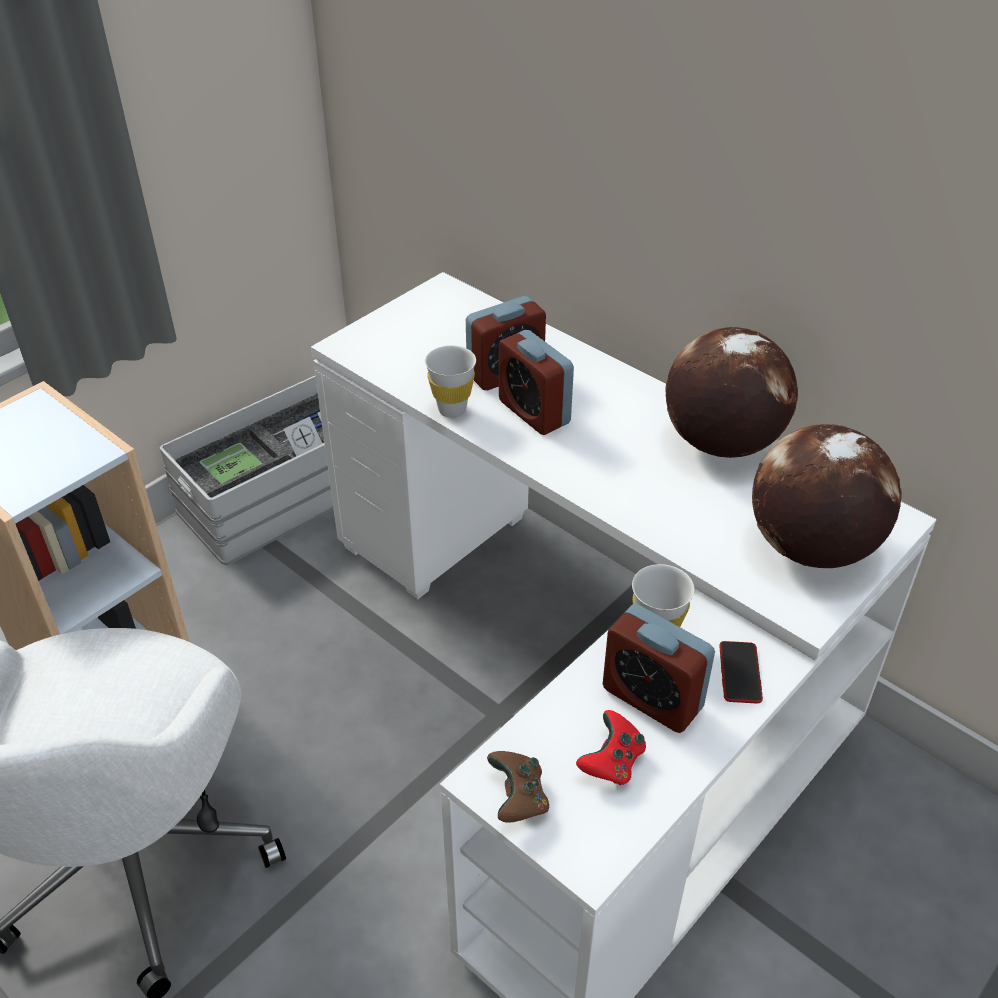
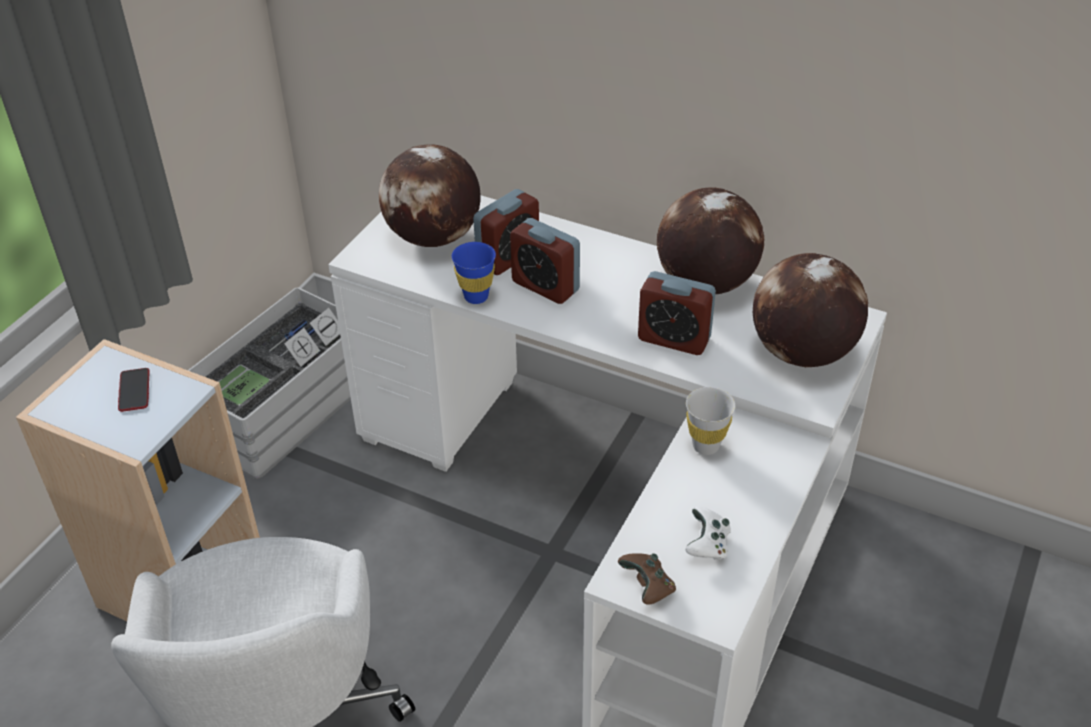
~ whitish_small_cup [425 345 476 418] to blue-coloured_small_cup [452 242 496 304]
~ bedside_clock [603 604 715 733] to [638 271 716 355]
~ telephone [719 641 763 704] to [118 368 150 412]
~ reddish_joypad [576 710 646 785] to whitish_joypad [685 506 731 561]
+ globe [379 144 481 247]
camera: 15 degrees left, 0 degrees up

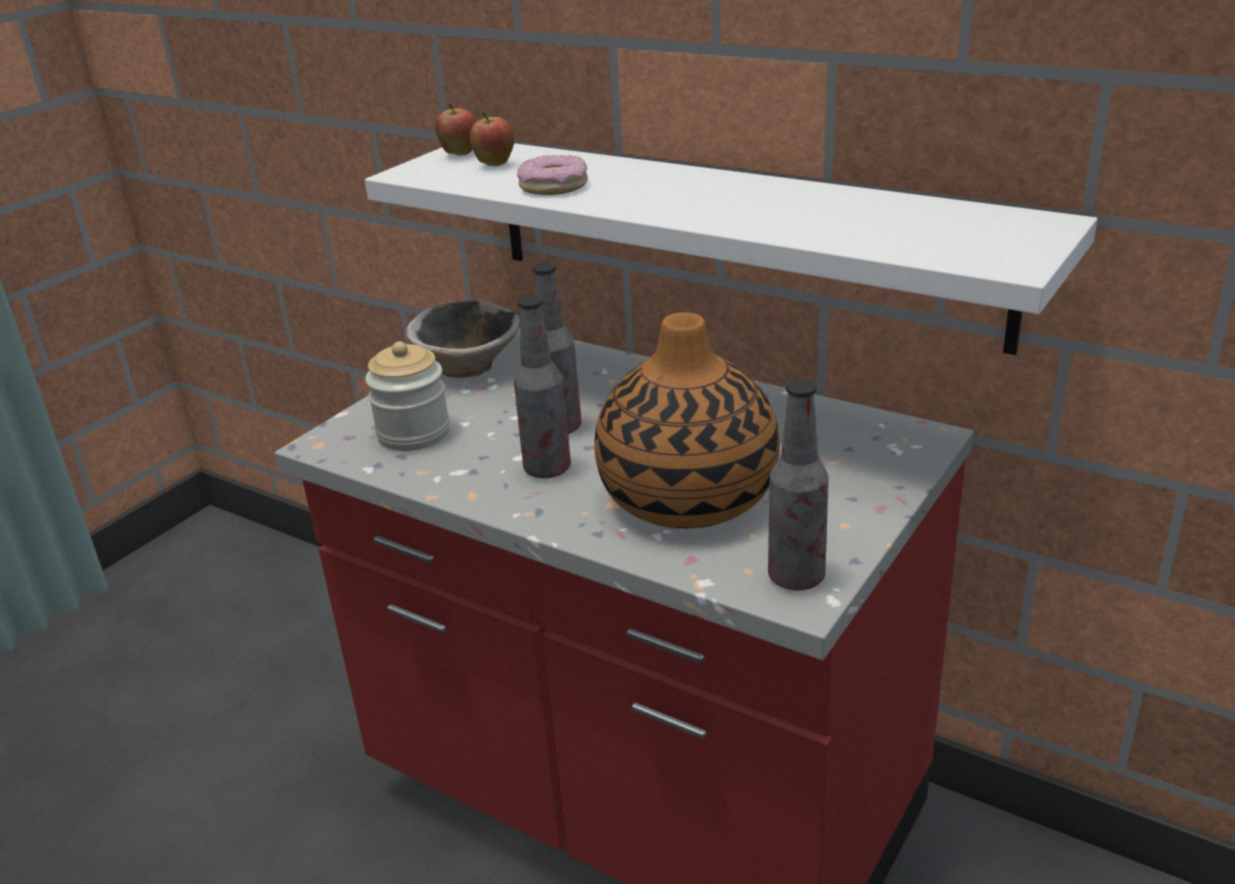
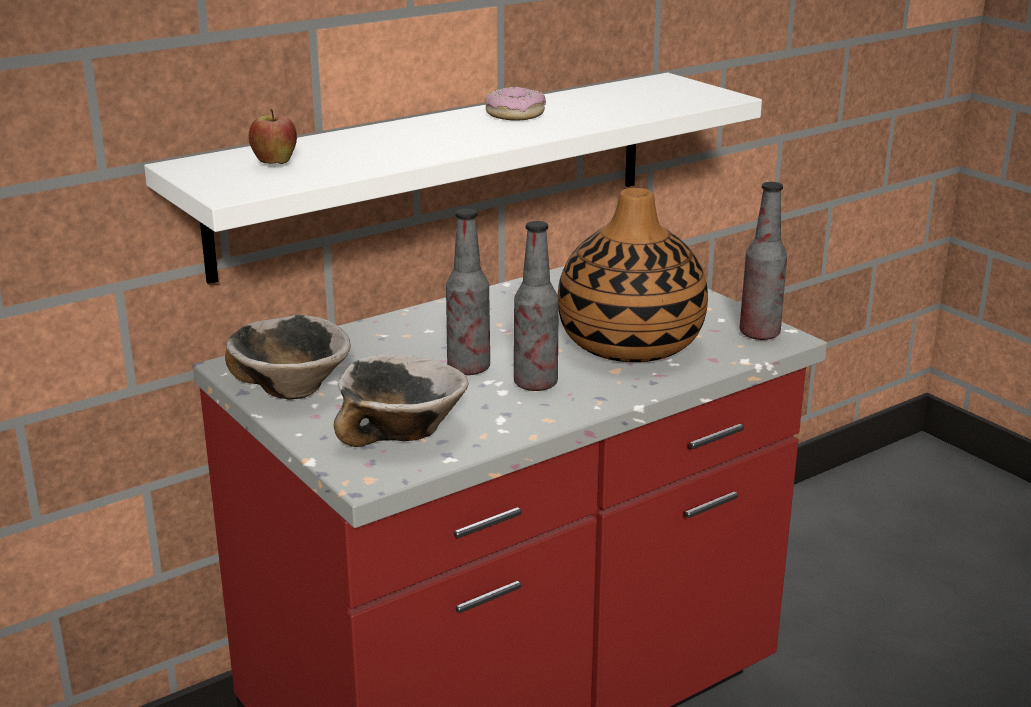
- apple_fruit [435 103 477 156]
~ donut [517 155 588 195] to [485 87 546 121]
~ storage_jar [365 341 450 451] to bowl [334 355 469 447]
camera: 70 degrees left, 5 degrees down

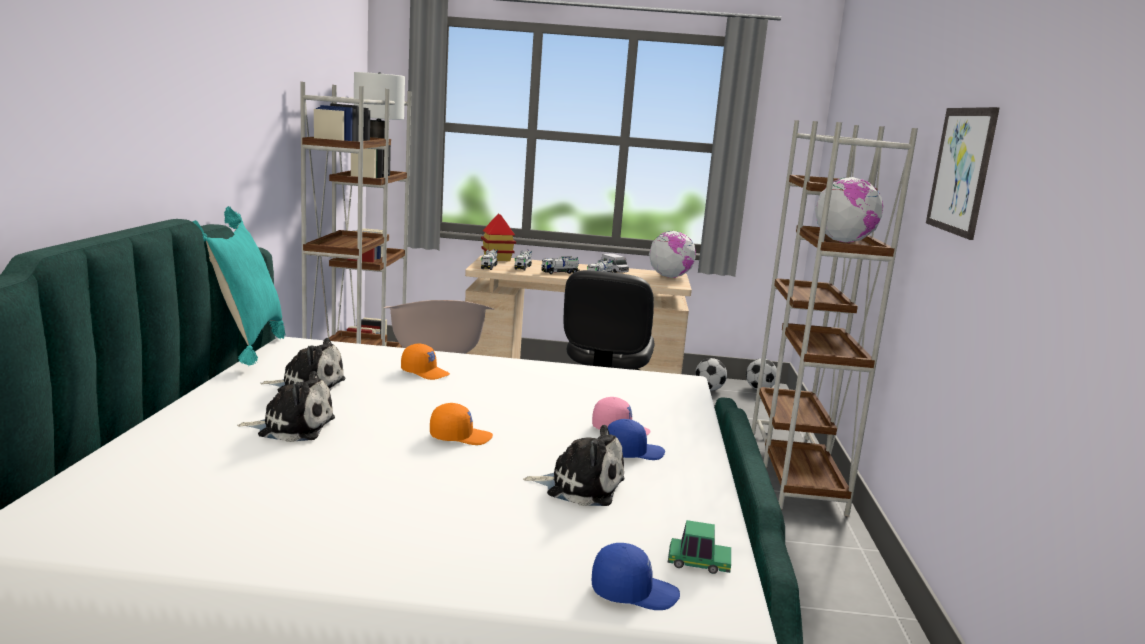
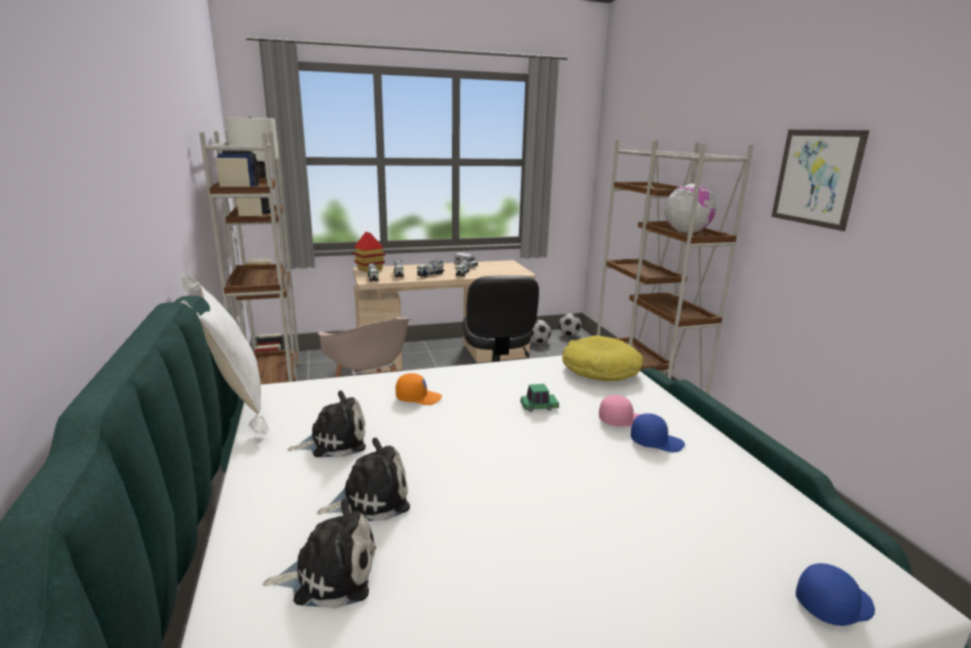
~ blue-green_cushion [193 206 286 366] to whitish_cushion [181 273 269 435]
- globe [649 231 696 278]
- orange_peaked_cap [430 403 493 445]
~ blue-coloured_peaked_cap [608 419 665 460] = [631 413 685 452] 45 degrees clockwise
~ cuddly_toy [523 425 625 506] to [262 498 376 609]
~ miniature_car [667 520 731 574] to [520 384 559 412]
+ yellow_cushion [562 335 643 381]
camera: 20 degrees left, 5 degrees up

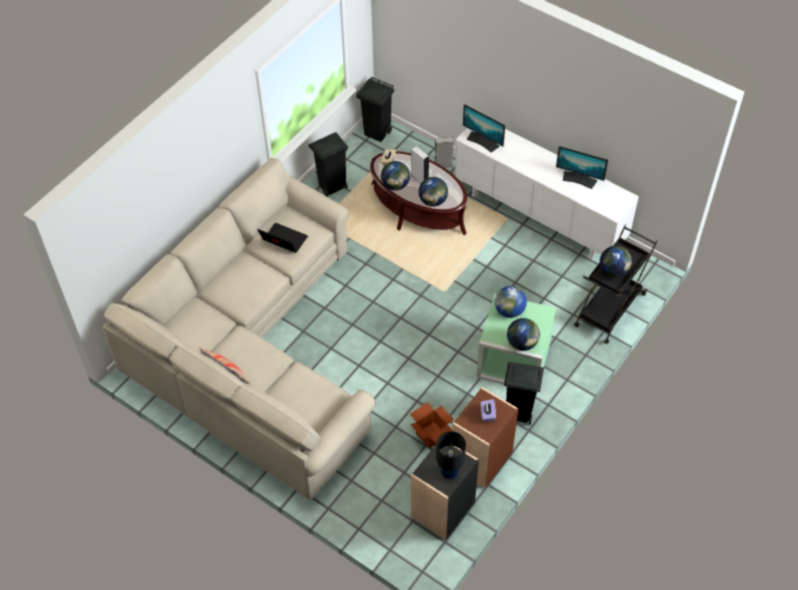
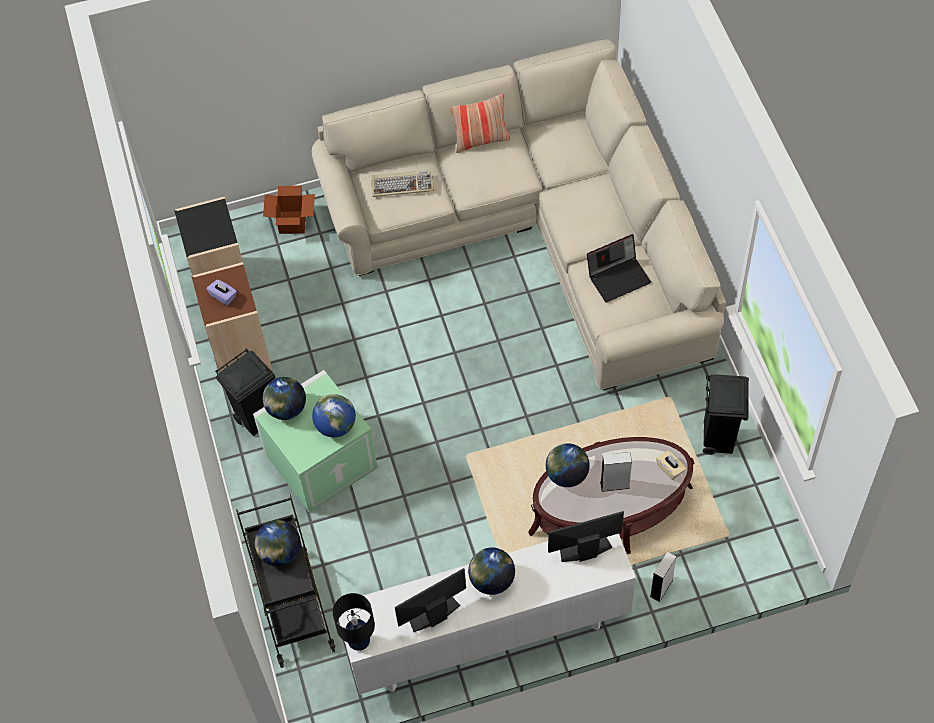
- blackish_waste_bin [356 77 394 142]
~ globe [381 161 410 190] to [468 548 515 595]
~ carton [410 402 454 449] to [263 185 315 234]
~ blackish_tabletop_lamp [436 431 466 479] to [333 593 375 651]
+ computer_keyboard [371 170 434 197]
camera: 130 degrees right, 5 degrees up

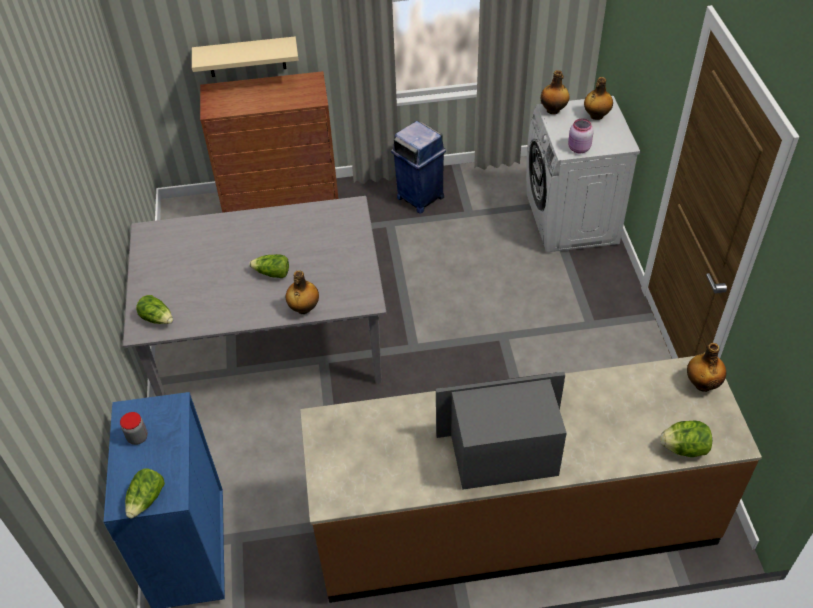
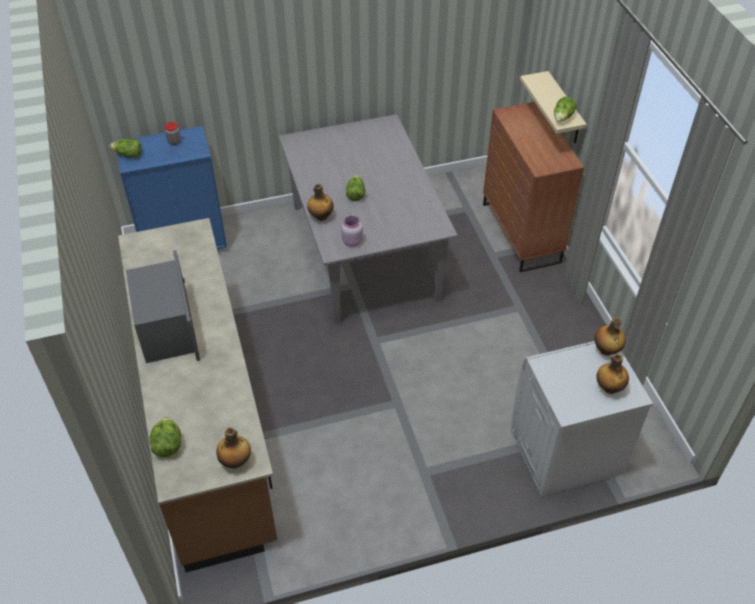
~ pinkish_storage_jar [568 119 594 153] to [341 216 363 246]
- blue-coloured_waste_bin [391 121 446 214]
~ head_of_lettuce [136 295 173 324] to [554 97 577 122]
camera: 80 degrees right, 0 degrees up

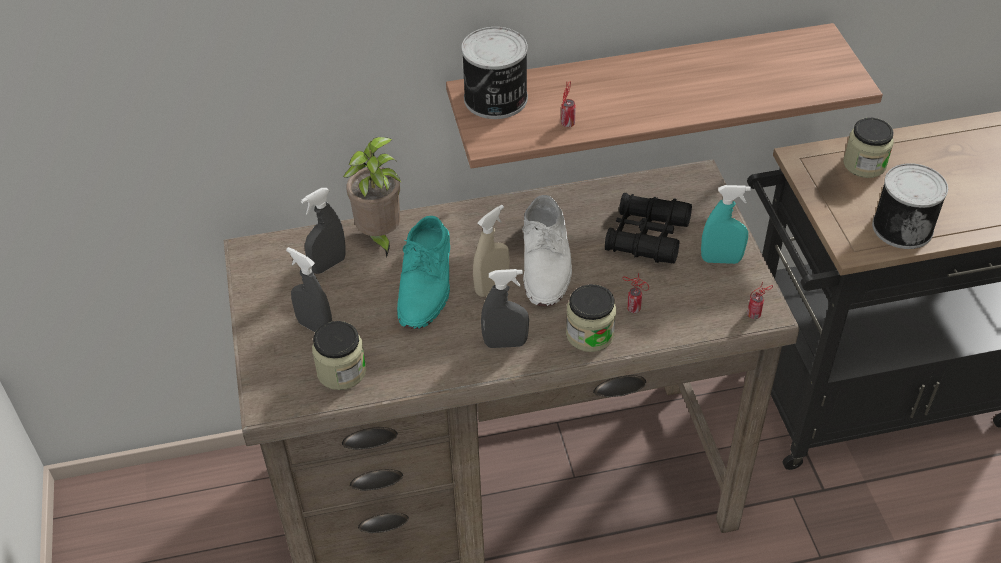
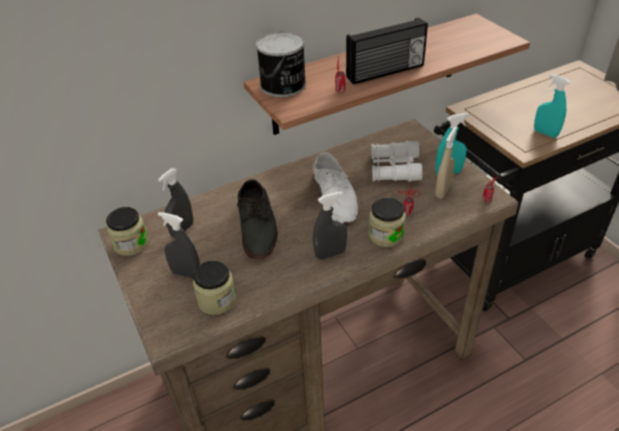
~ storage_jar [843 118 894 178] to [106 207 149 256]
- plant_in_a_pot [343 137 401 258]
~ can [872 163 948 249] to blue-green_sprayer [534 74 570 138]
~ blackish_binoculars [605 193 692 263] to whitish_binoculars [371 141 422 182]
~ beige-coloured_sprayer [473 205 510 297] to [435 126 457 198]
~ blue-green_shoe [397 216 450 329] to greyish_shoe [237 179 278 259]
+ radio [346 17 428 85]
camera: 15 degrees left, 5 degrees down

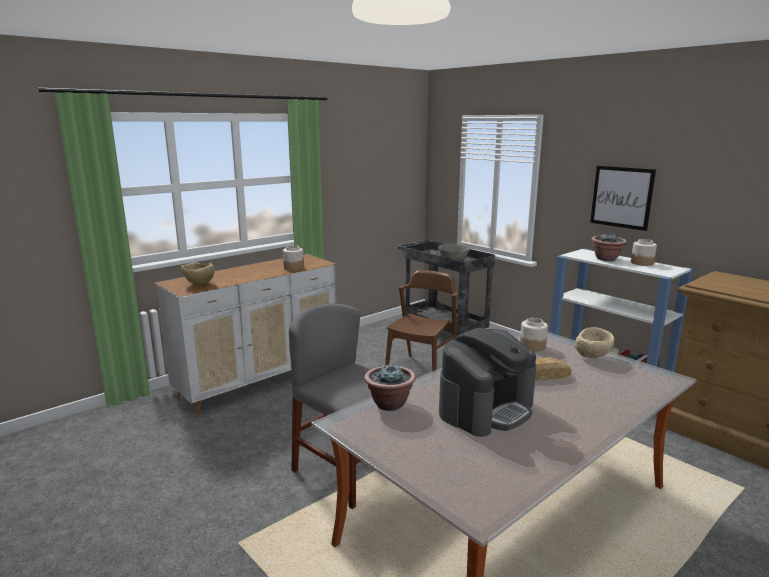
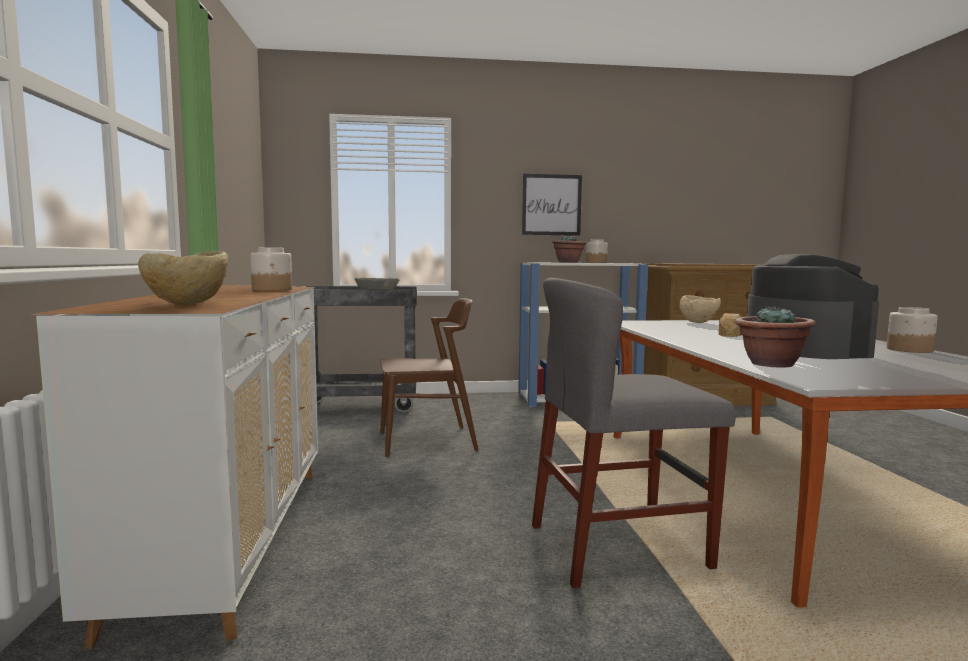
~ brown-coloured_plain_chair [385 270 458 371] = [380 298 478 457] 105 degrees clockwise
~ storage_jar [520 318 548 351] to [887 307 938 353]
camera: 55 degrees left, 10 degrees down

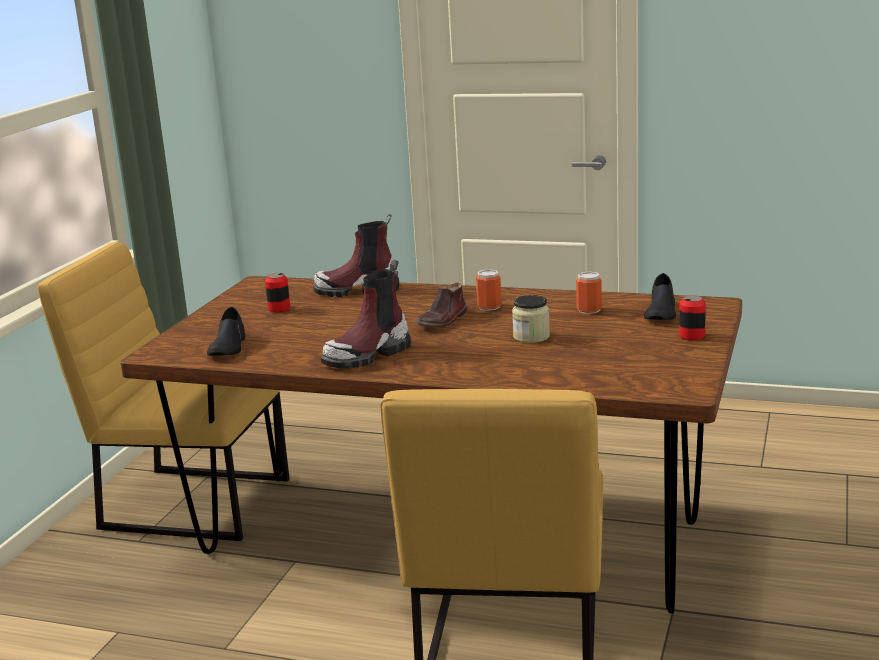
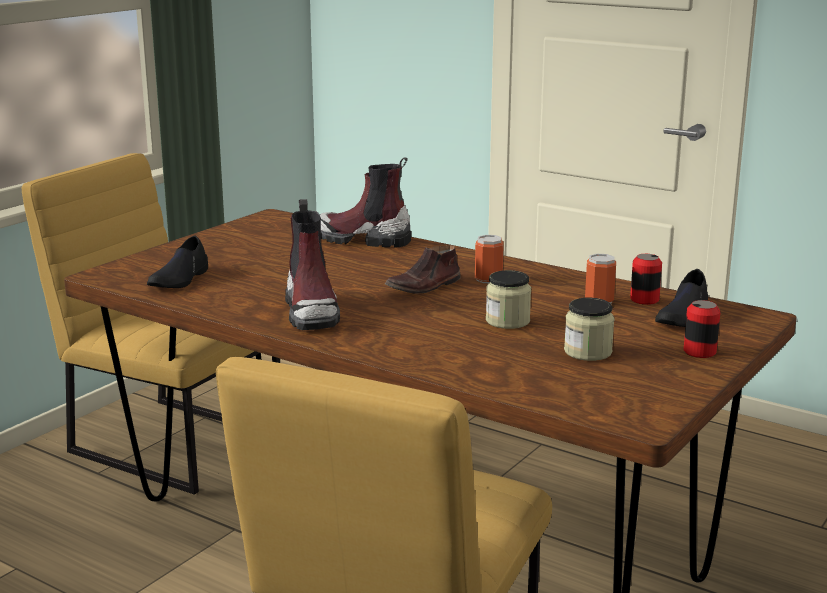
~ high-top_boot [321 260 411 368] = [285 199 340 330] 75 degrees counterclockwise
~ can [265 273 290 313] to [630 254 662 305]
+ storage_jar [564 298 615 361]
camera: 15 degrees right, 0 degrees up

